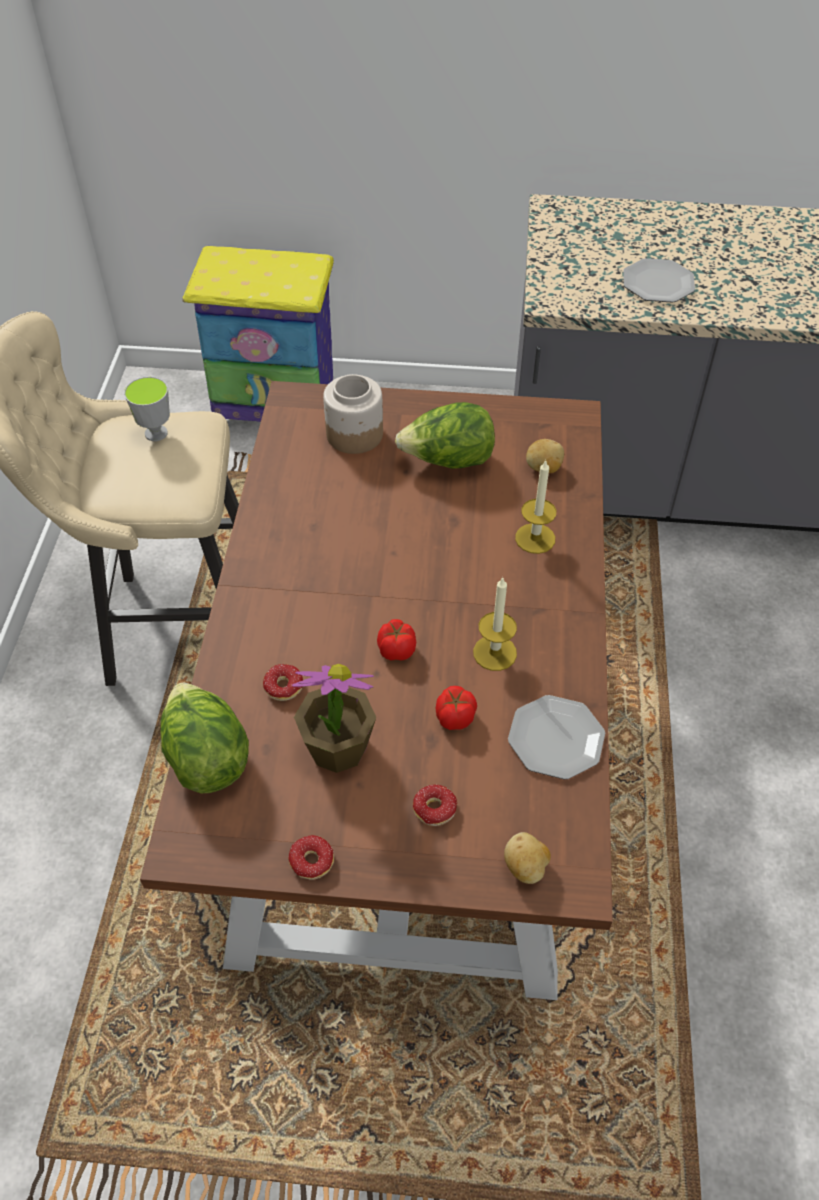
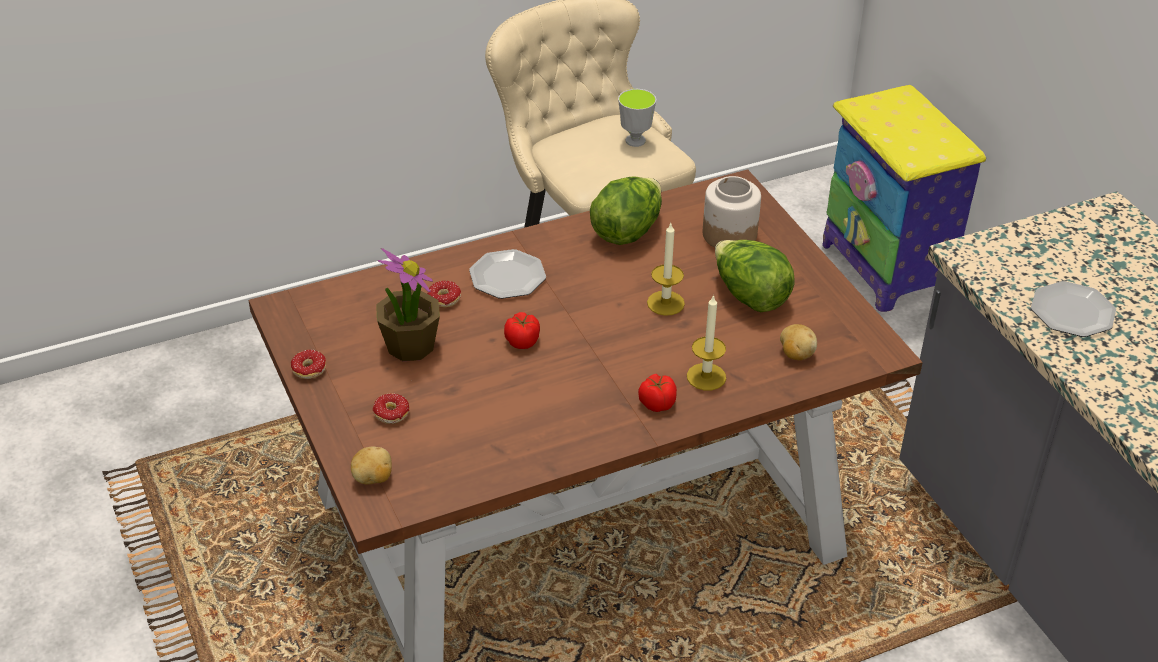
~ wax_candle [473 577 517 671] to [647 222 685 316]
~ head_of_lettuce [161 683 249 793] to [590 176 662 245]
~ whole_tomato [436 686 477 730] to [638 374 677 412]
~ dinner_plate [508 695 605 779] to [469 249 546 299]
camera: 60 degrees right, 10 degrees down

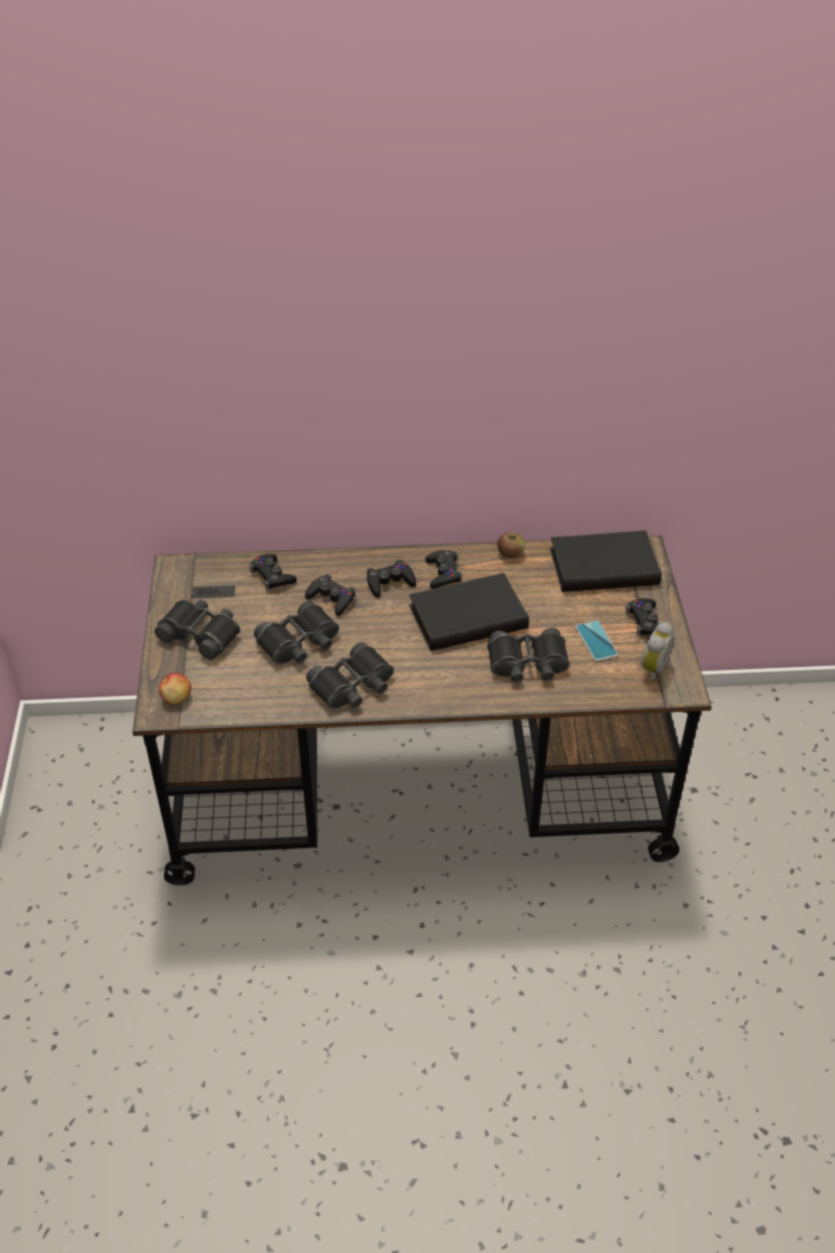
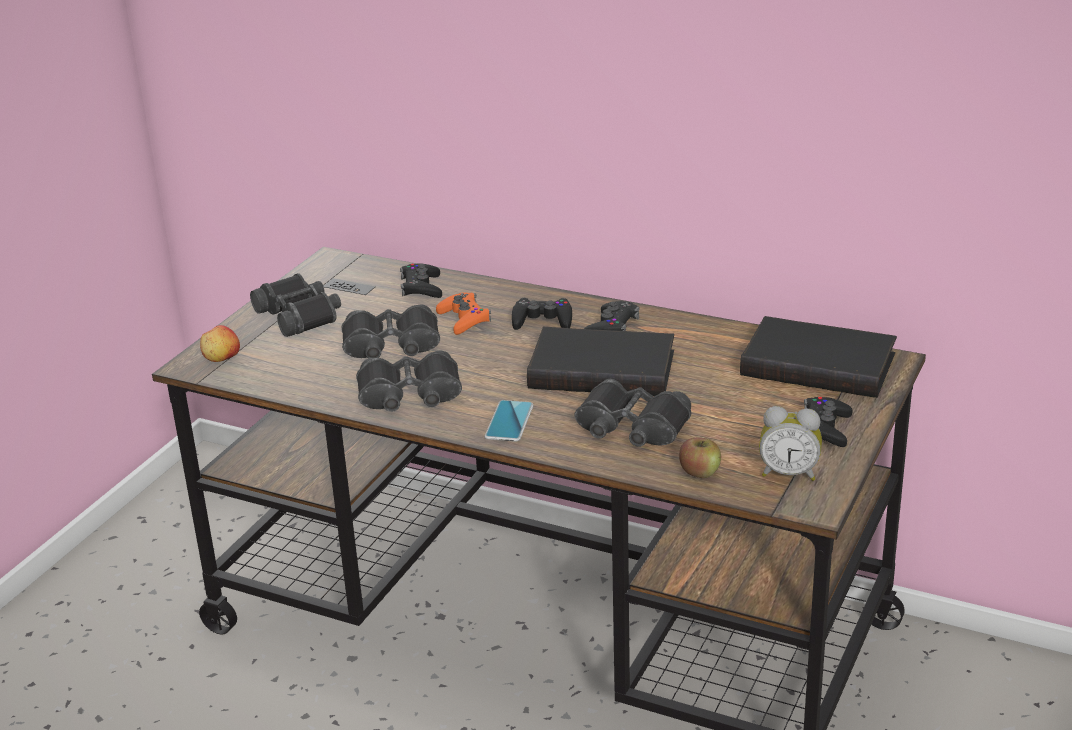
~ apple_fruit [497 532 525 558] to [679 437 721 478]
~ blackish_joypad [305 574 355 616] to orange_joypad [436 292 491 335]
~ telephone [575 620 618 661] to [485 400 533 442]
~ bedside_clock [641 622 674 682] = [759 406 822 481] 45 degrees clockwise
camera: 30 degrees right, 15 degrees down

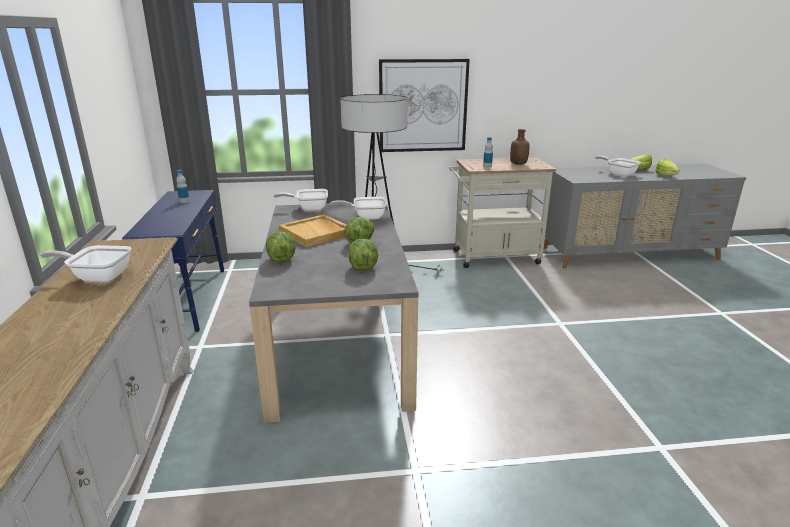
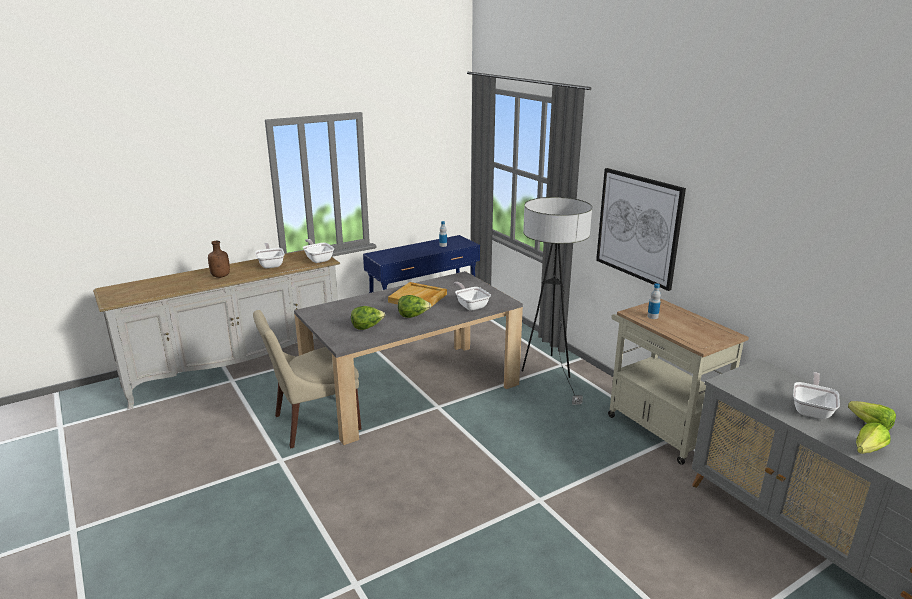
~ brown-coloured_bottle [510 129 530 165] to [208 241 230 278]
~ skillet [273 189 328 211] to [303 239 334 263]
- head_of_lettuce [266 231 296 263]
+ beige-coloured_plain_chair [253 310 361 449]
camera: 65 degrees right, 0 degrees up

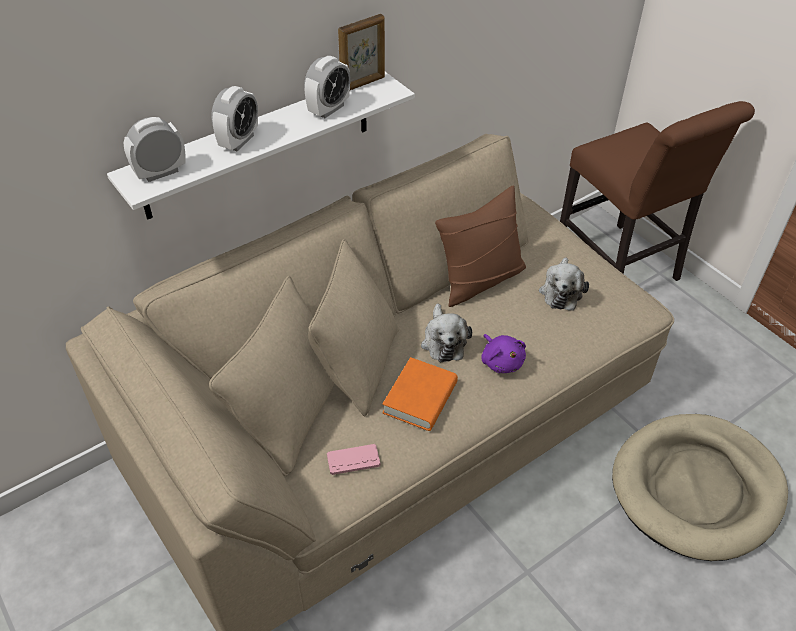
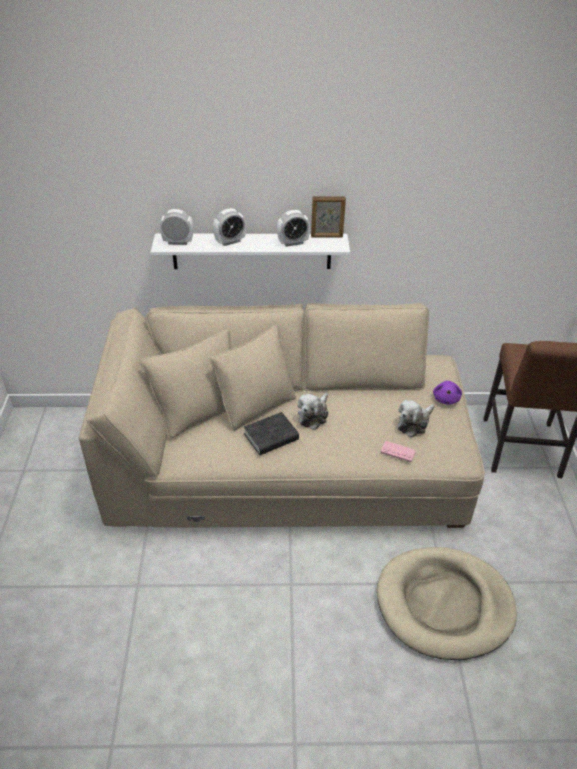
- brown-coloured_cushion [435 185 526 307]
~ purple-coloured_cuddly_toy [481 334 526 373] to [433 381 462 404]
~ orange_volume [383 357 458 431] to blackish_volume [244 412 299 455]
~ pinkish_joypad [327 444 380 475] to [381 441 416 462]
camera: 35 degrees right, 5 degrees down

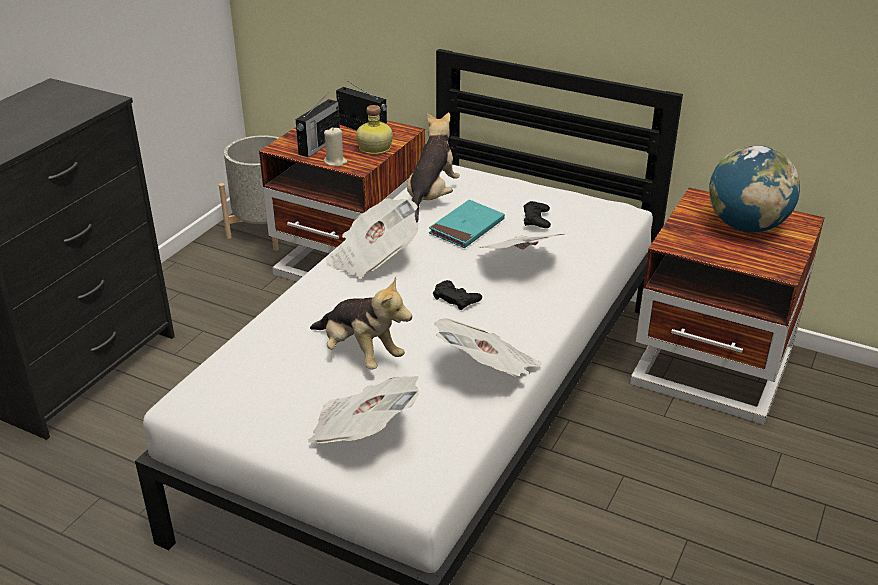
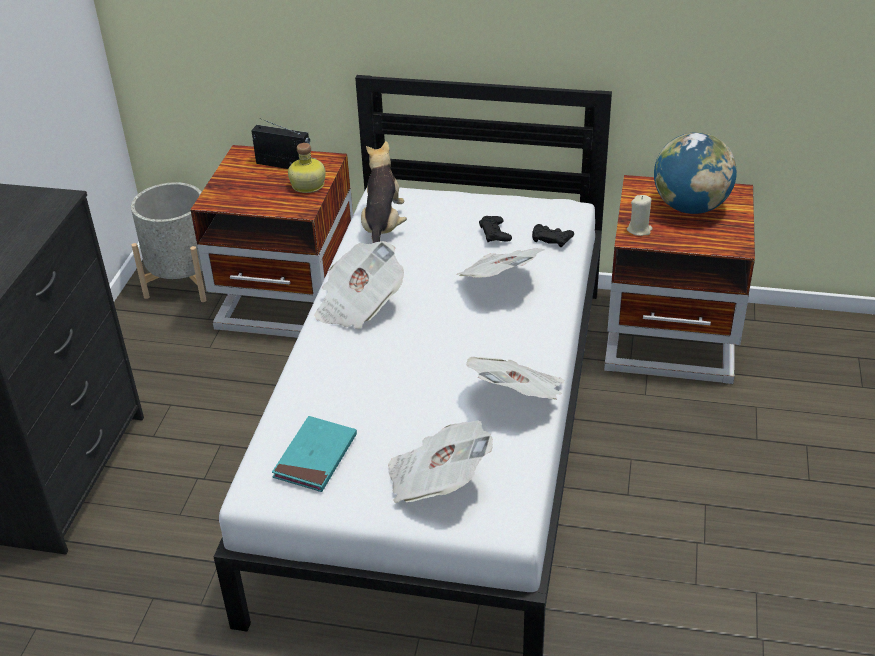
- radio [296 96 340 157]
~ beige-coloured_wax_candle [324 128 348 167] to [627 195 653 236]
~ blue-green_volume [429 200 505 248] to [272 416 357 492]
- cuddly_toy [310 277 412 369]
~ blackish_joypad [433 280 482 310] to [532 224 574 247]
camera: 15 degrees left, 5 degrees up

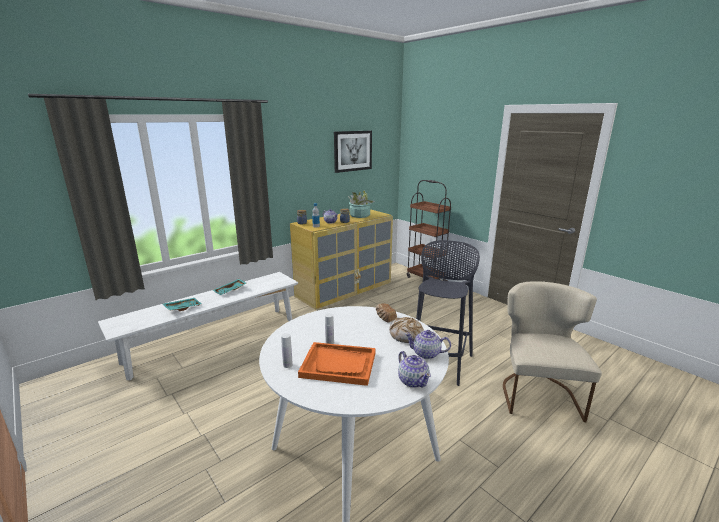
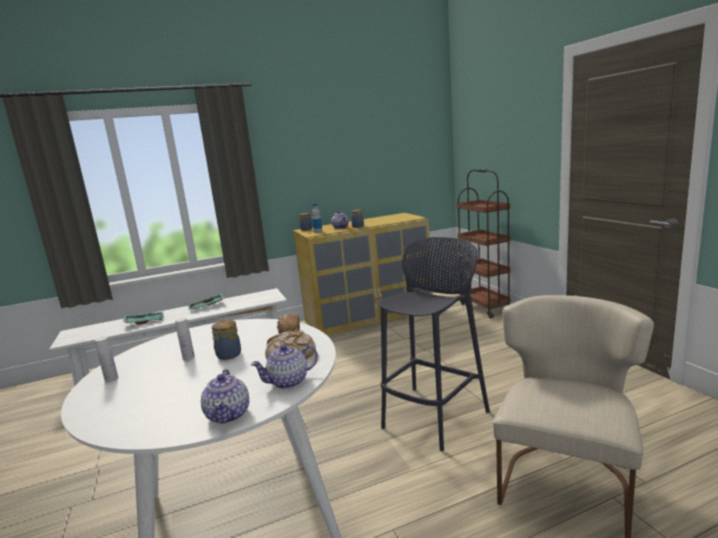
- wall_art [334 131 372 173]
- plant_in_a_pot [348 190 375 218]
~ teapot [405 330 451 359] = [251 344 318 389] 60 degrees counterclockwise
- orange_tray [298 342 376 386]
+ storage_jar [212 320 241 360]
camera: 20 degrees right, 5 degrees down

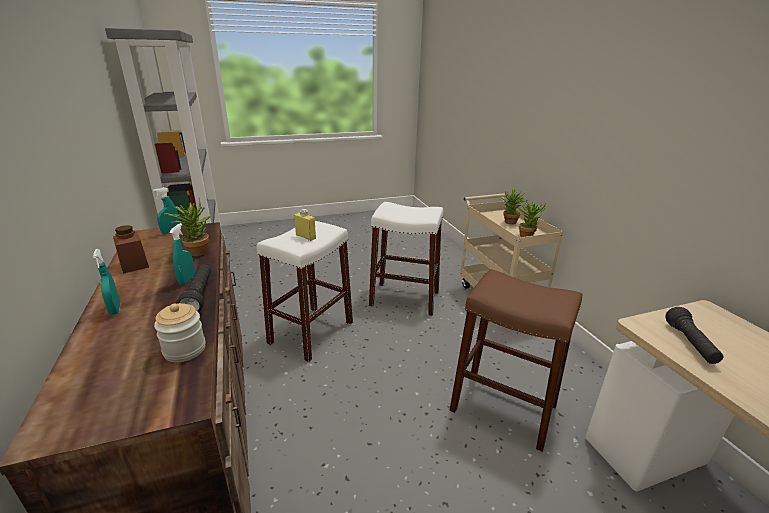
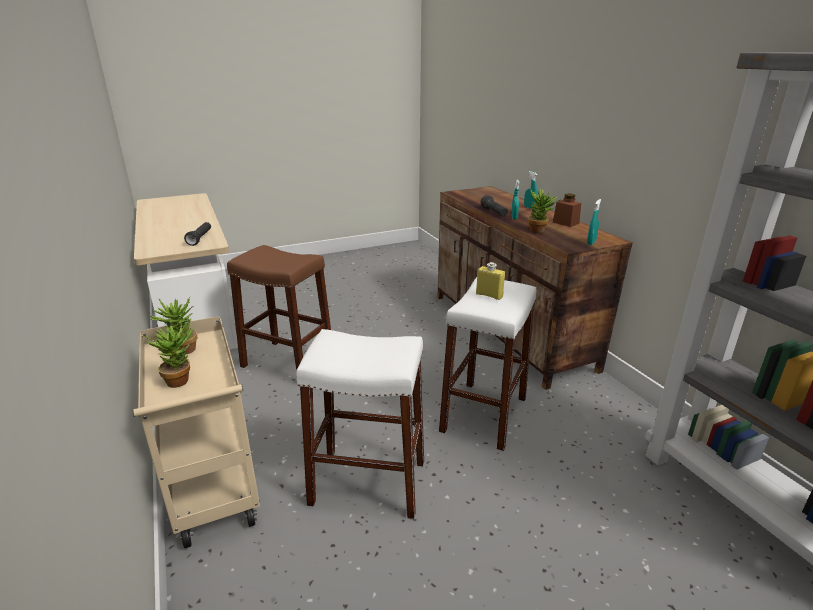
- storage_jar [154 303 206 362]
camera: 175 degrees right, 0 degrees up

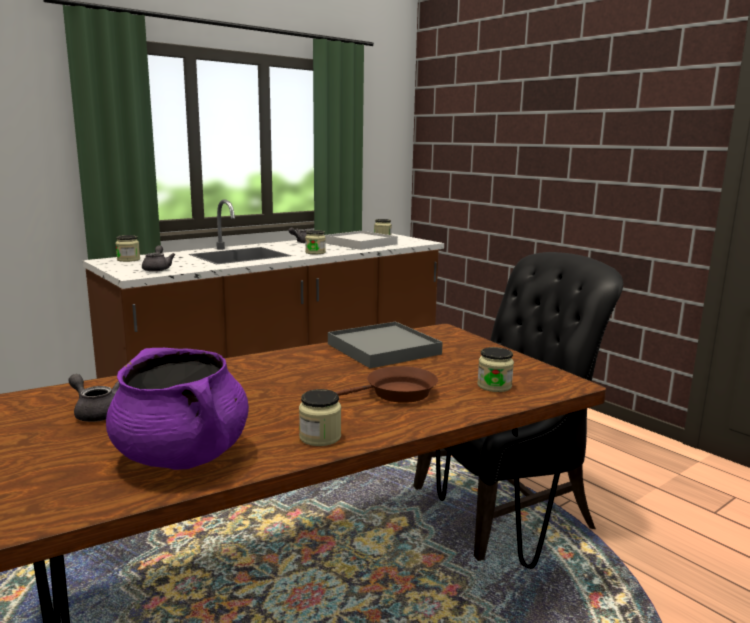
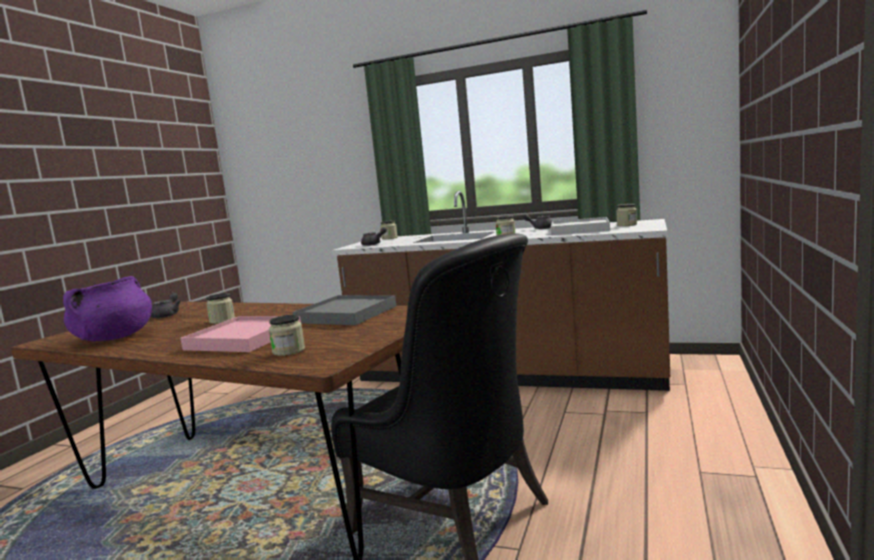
~ brown-coloured_skillet [336 366 438 403] to pinkish_tray [180 316 301 352]
~ storage_jar [299 389 341 446] to [206 293 235 324]
camera: 60 degrees right, 5 degrees down

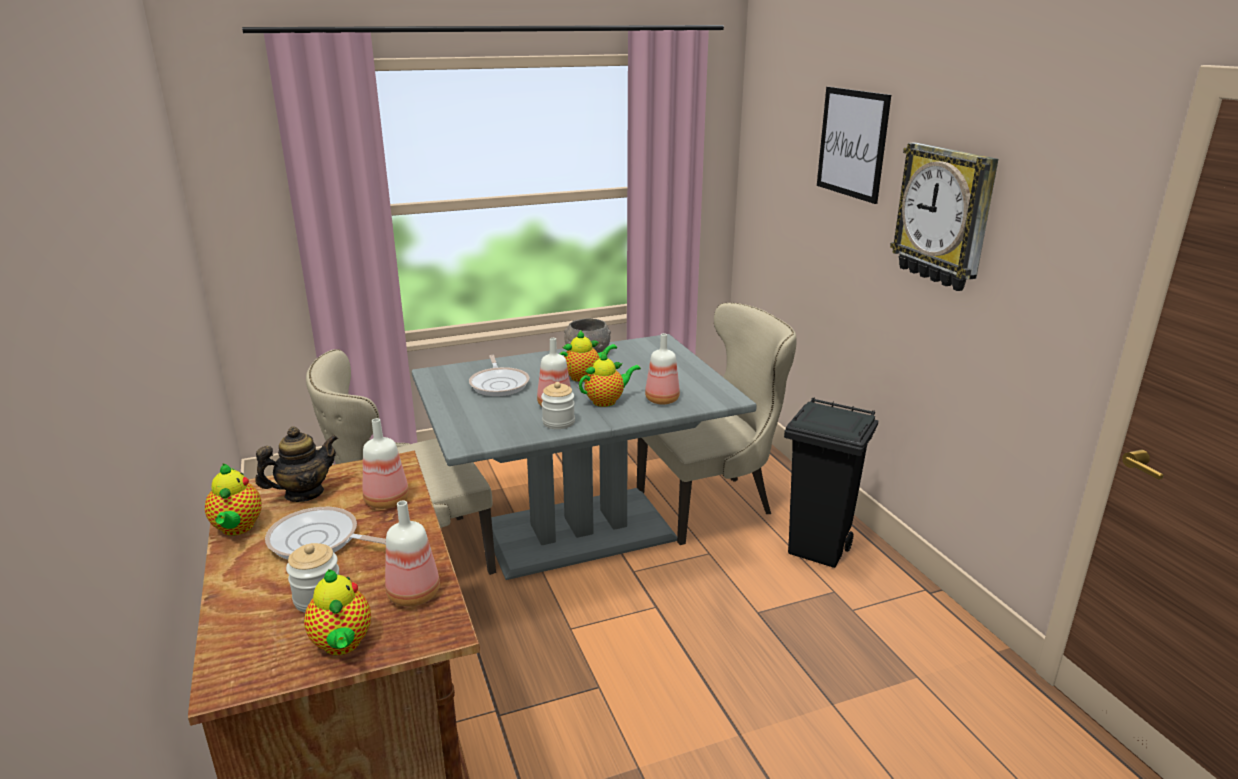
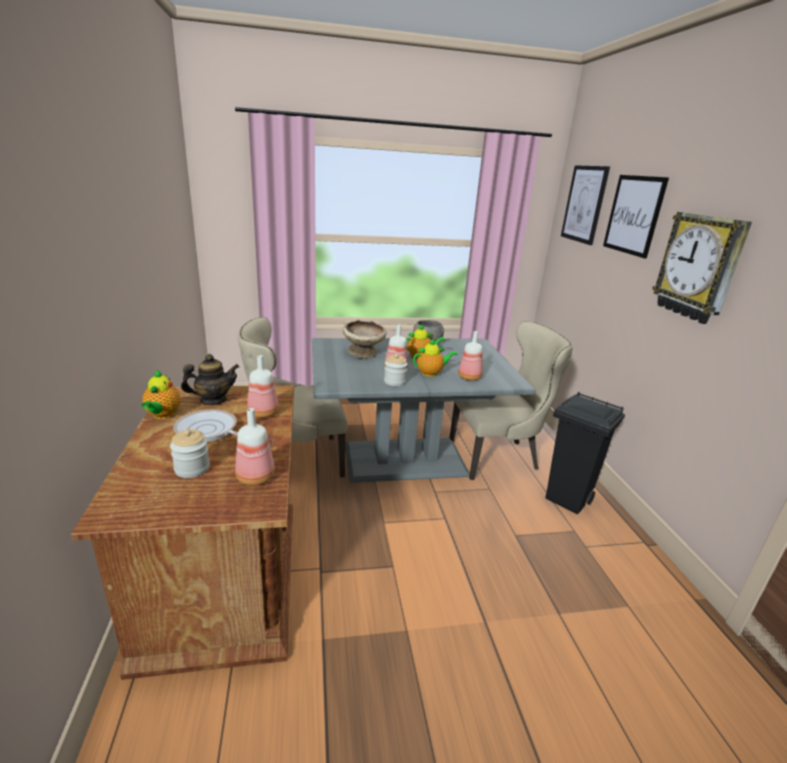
~ skillet [469 355 530 396] to beige-coloured_bowl [343 320 386 359]
- teapot [304 569 371 655]
+ wall_art [561 165 610 245]
camera: 10 degrees right, 0 degrees up

